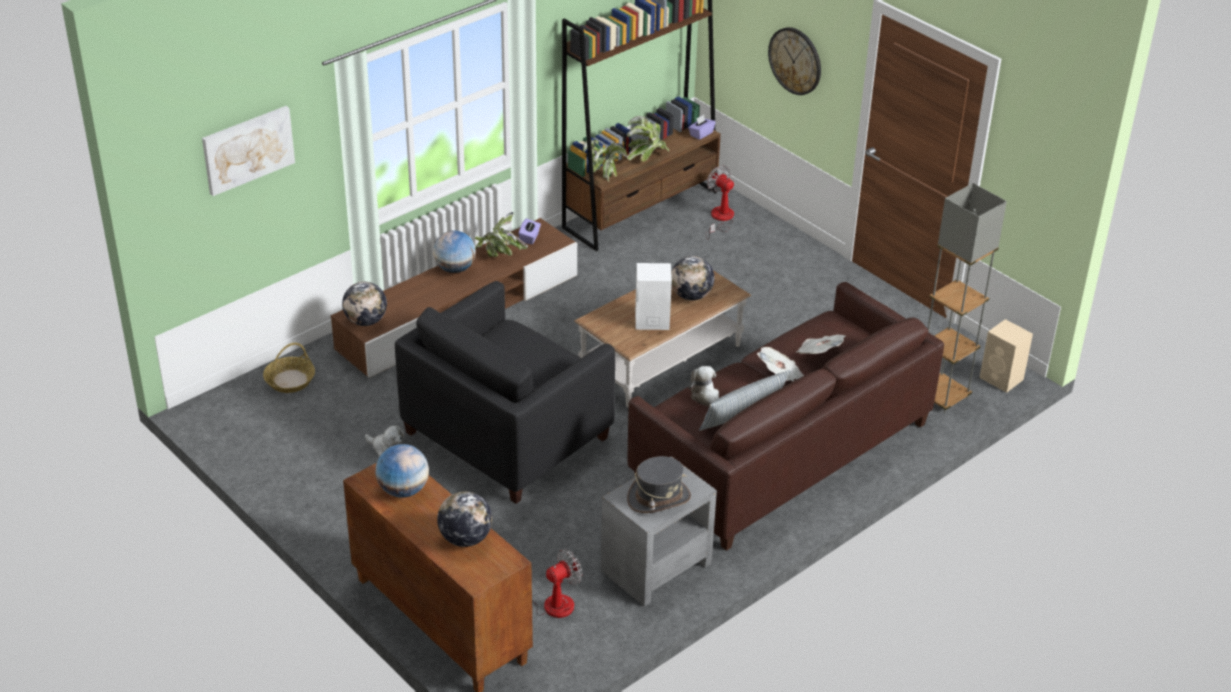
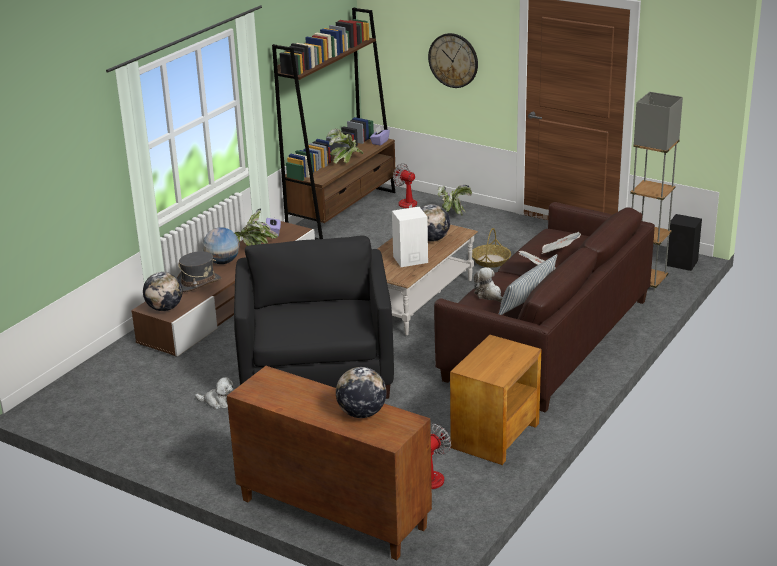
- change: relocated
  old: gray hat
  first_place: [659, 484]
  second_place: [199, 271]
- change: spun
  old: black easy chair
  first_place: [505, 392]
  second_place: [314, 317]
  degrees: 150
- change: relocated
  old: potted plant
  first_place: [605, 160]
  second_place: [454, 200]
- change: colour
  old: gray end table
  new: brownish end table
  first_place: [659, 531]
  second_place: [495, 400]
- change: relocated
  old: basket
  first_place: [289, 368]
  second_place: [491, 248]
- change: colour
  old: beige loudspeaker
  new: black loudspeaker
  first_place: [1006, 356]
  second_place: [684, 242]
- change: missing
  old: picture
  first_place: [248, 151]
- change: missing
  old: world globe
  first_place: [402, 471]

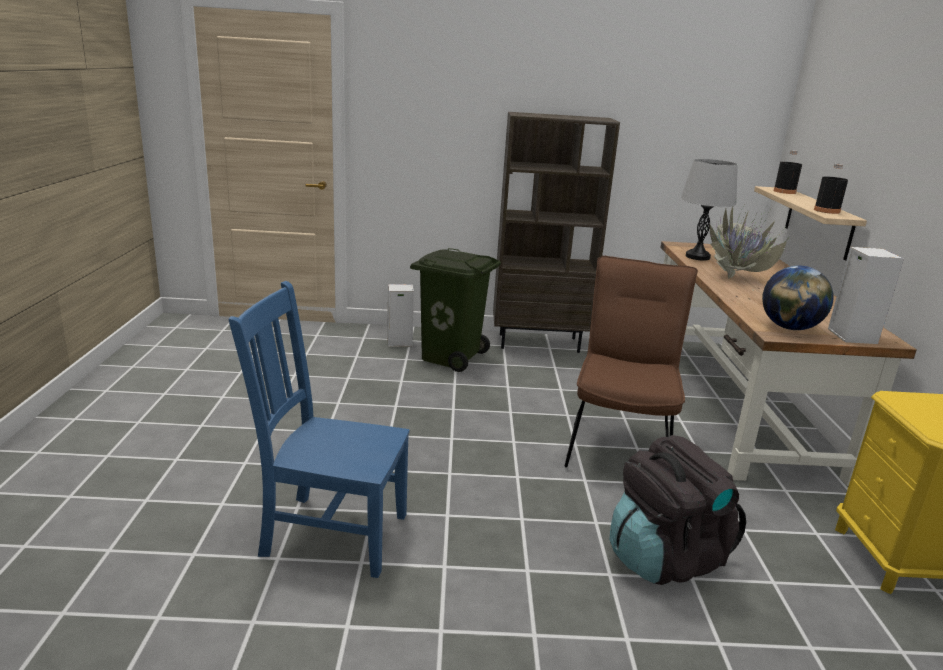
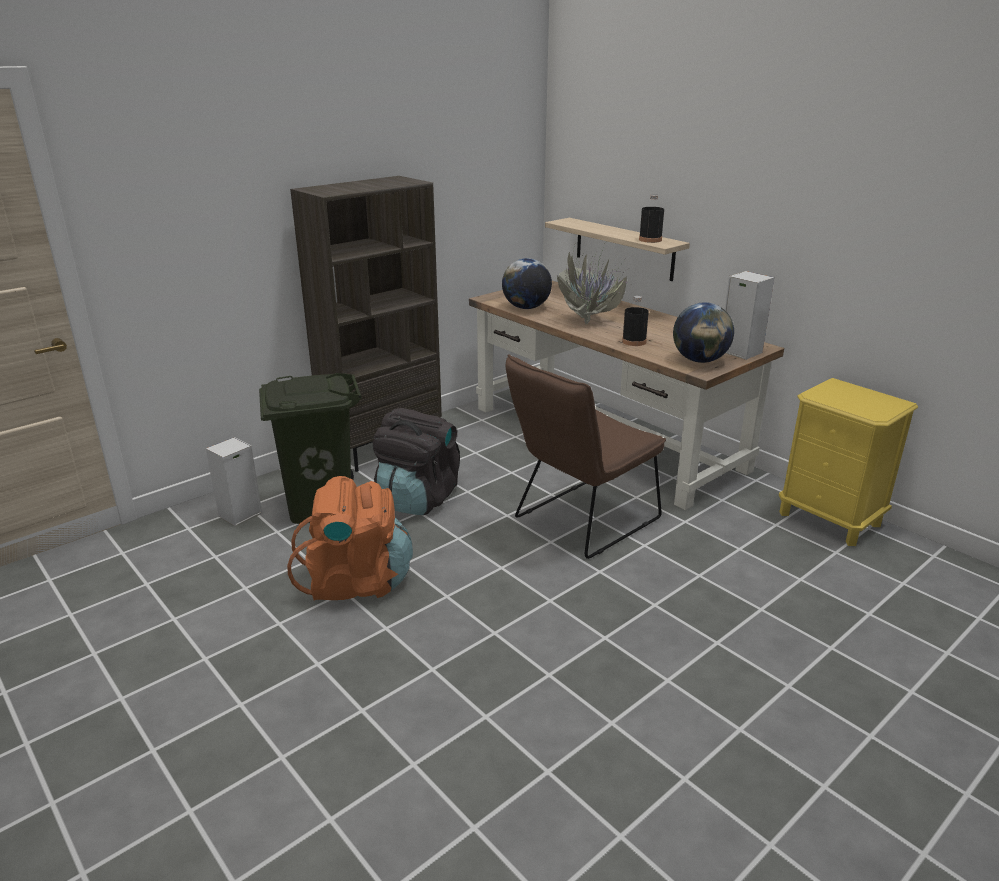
- change: appeared
  new: orange-coloured knapsack
  second_place: [350, 538]
- change: relocated
  old: black knapsack
  first_place: [678, 510]
  second_place: [416, 461]
- change: exchanged
  old: gray lamp for a table
  new: world globe
  first_place: [709, 210]
  second_place: [527, 283]
- change: spun
  old: brownish upright chair
  first_place: [631, 361]
  second_place: [585, 456]
  degrees: -105
- change: relocated
  old: black beverage bottle
  first_place: [788, 172]
  second_place: [635, 321]
- change: missing
  old: blue upright chair
  first_place: [319, 429]

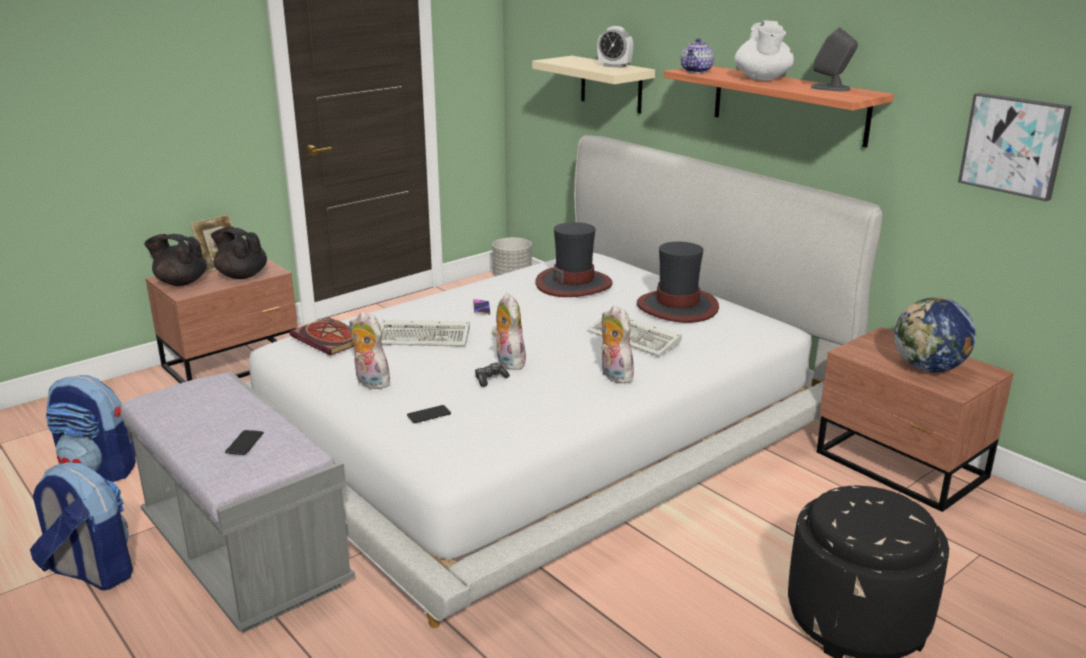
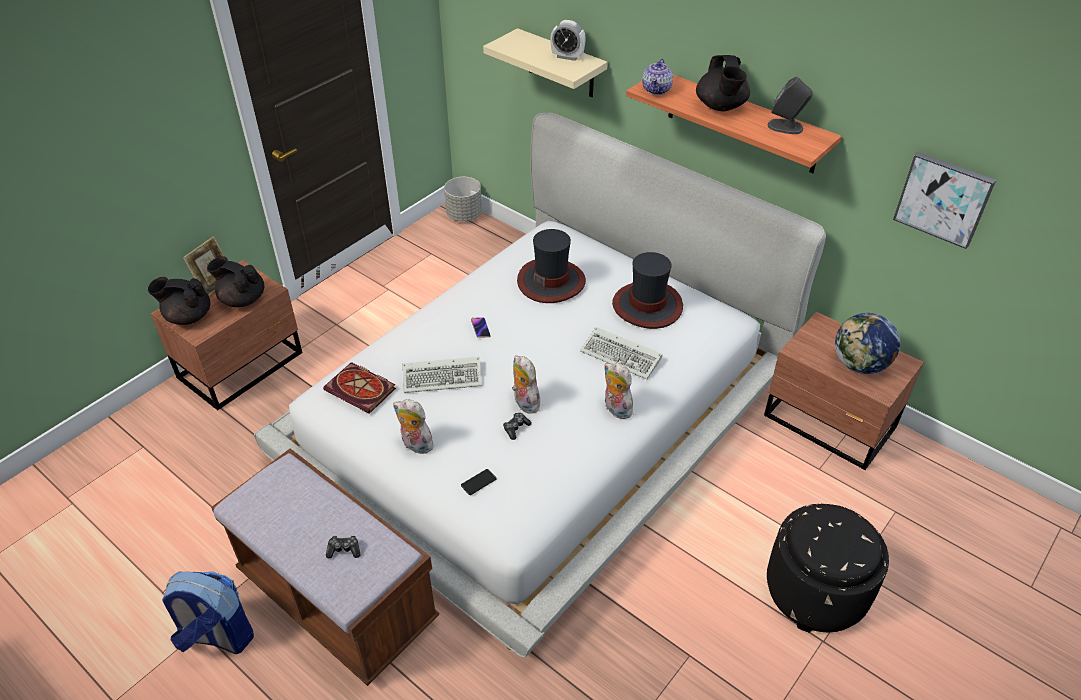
- change: colour
  old: gray long seat
  new: brownish long seat
  first_place: [237, 502]
  second_place: [325, 567]
- change: exchanged
  old: handset
  new: game controller
  first_place: [244, 442]
  second_place: [343, 546]
- change: colour
  old: whitish teapot
  new: black teapot
  first_place: [764, 50]
  second_place: [723, 83]
- change: missing
  old: knapsack
  first_place: [91, 428]

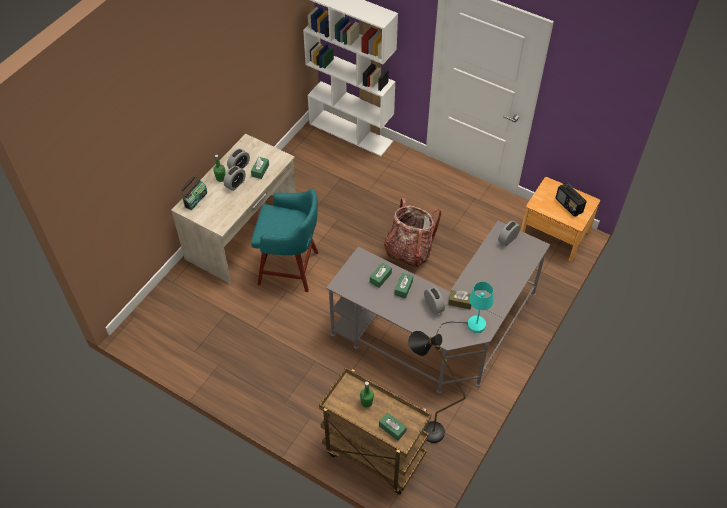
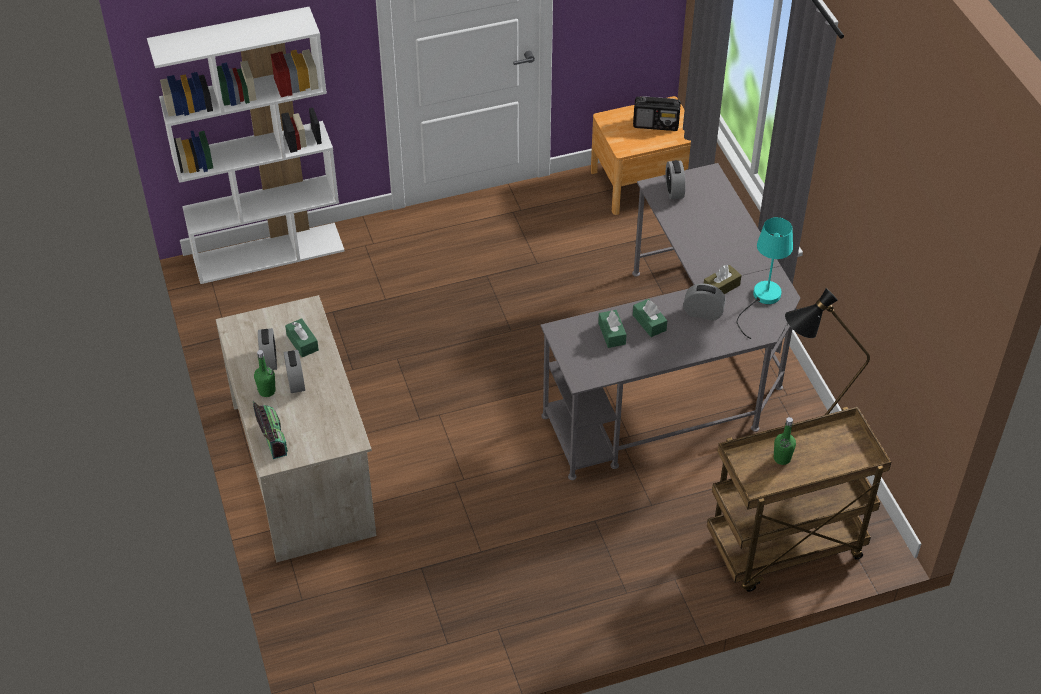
- change: missing
  old: blue-green stool seat
  first_place: [284, 240]
- change: missing
  old: green-coloured box of tissues
  first_place: [393, 426]
- change: missing
  old: knapsack
  first_place: [412, 232]

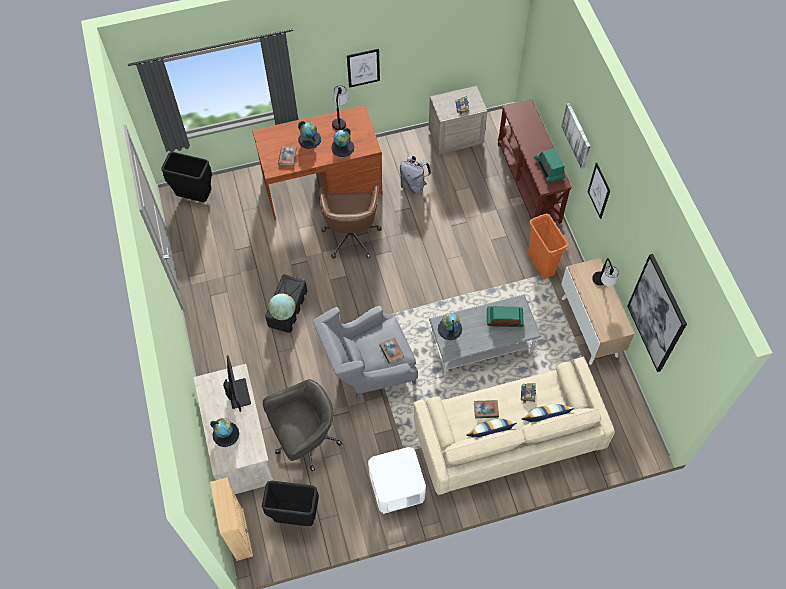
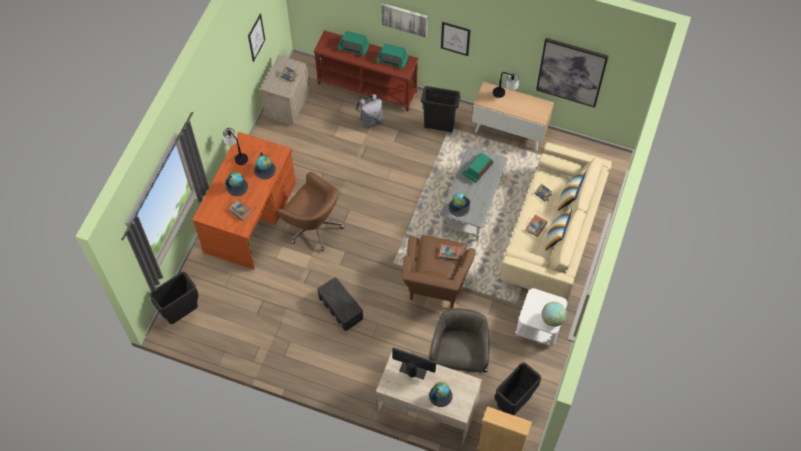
- change: relocated
  old: picture
  first_place: [363, 68]
  second_place: [256, 38]
- change: appeared
  new: radio
  second_place: [353, 43]
- change: relocated
  old: gray knapsack
  first_place: [415, 175]
  second_place: [369, 111]
- change: colour
  old: gray easy chair
  new: brownish easy chair
  first_place: [365, 352]
  second_place: [439, 272]
- change: colour
  old: orange-coloured waste bin
  new: black waste bin
  first_place: [548, 246]
  second_place: [441, 109]
- change: relocated
  old: world globe
  first_place: [281, 307]
  second_place: [554, 314]

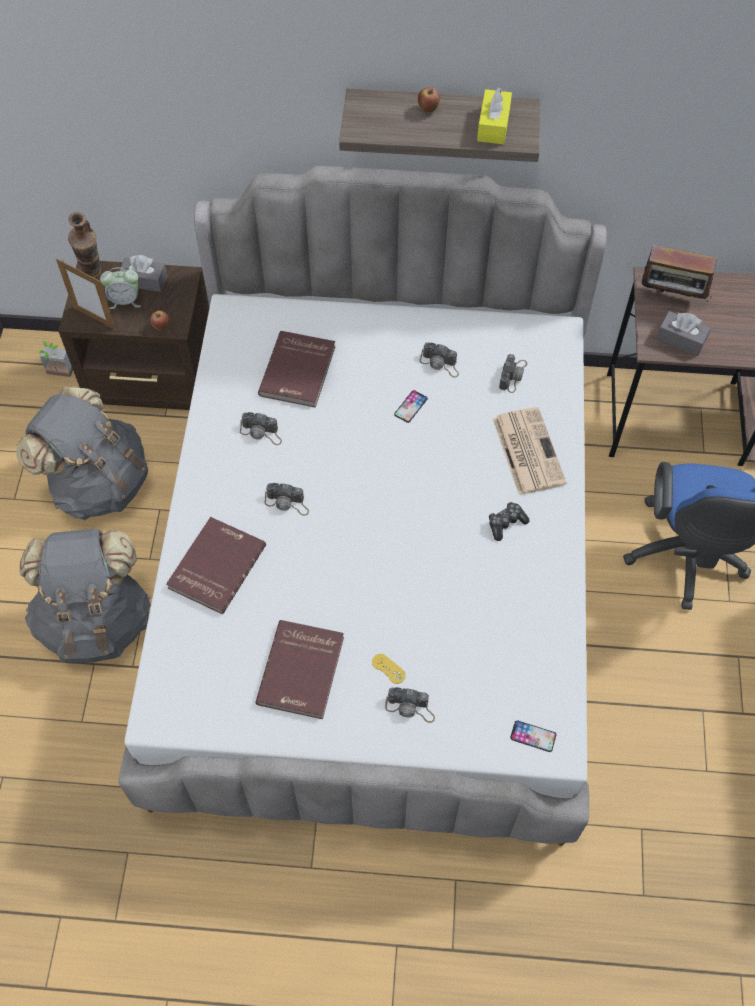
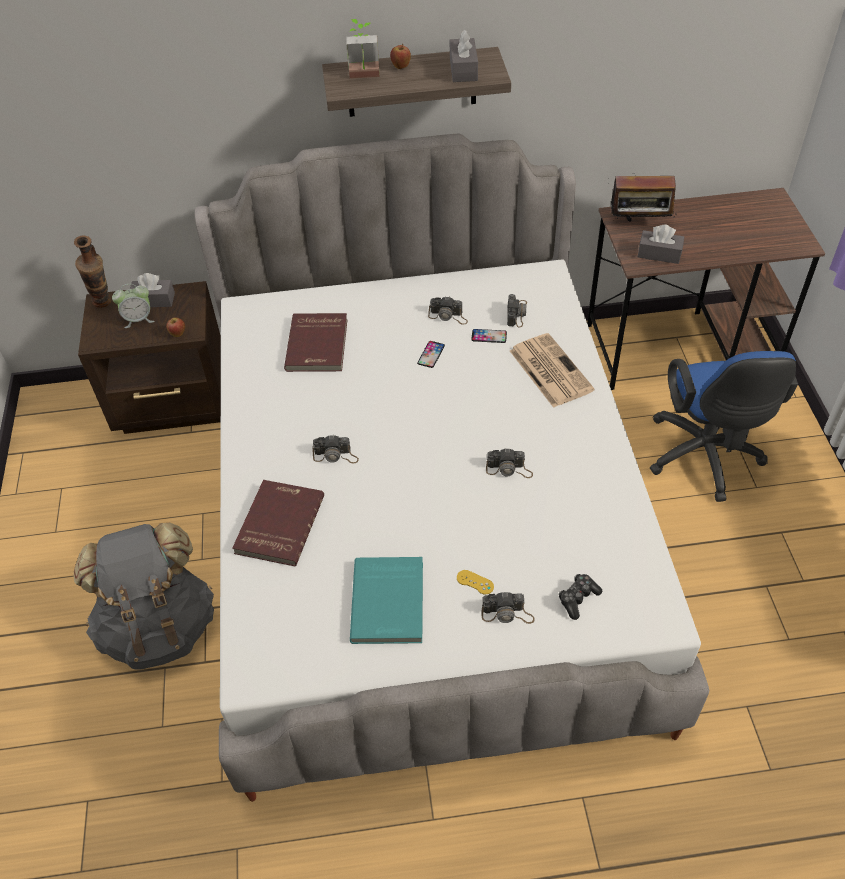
- change: relocated
  old: potted plant
  first_place: [55, 359]
  second_place: [363, 49]
- change: colour
  old: reddish book
  new: blue-green book
  first_place: [299, 669]
  second_place: [386, 600]
- change: colour
  old: yellowish box of tissues
  new: gray box of tissues
  first_place: [494, 115]
  second_place: [464, 56]
- change: relocated
  old: handset
  first_place: [533, 736]
  second_place: [489, 336]
- change: relocated
  old: still camera
  first_place: [261, 428]
  second_place: [509, 463]
- change: relocated
  old: game controller
  first_place: [509, 521]
  second_place: [581, 597]
- change: missing
  old: gray knapsack
  first_place: [82, 453]
- change: missing
  old: picture frame
  first_place: [85, 293]

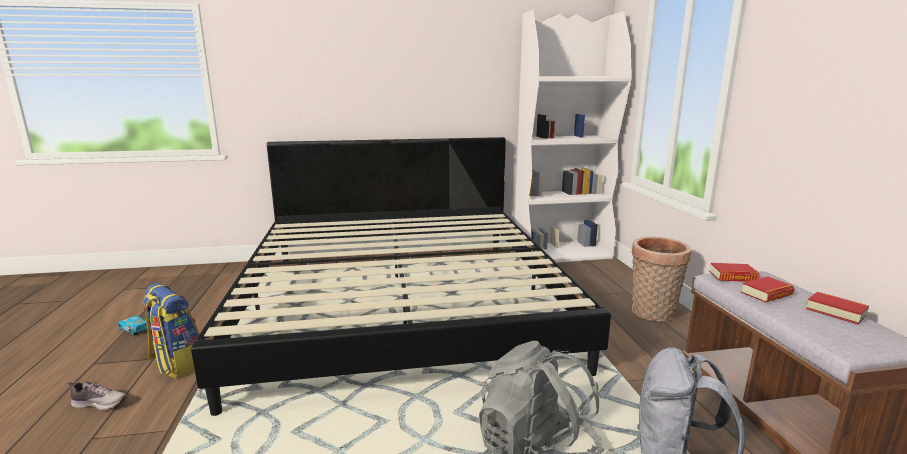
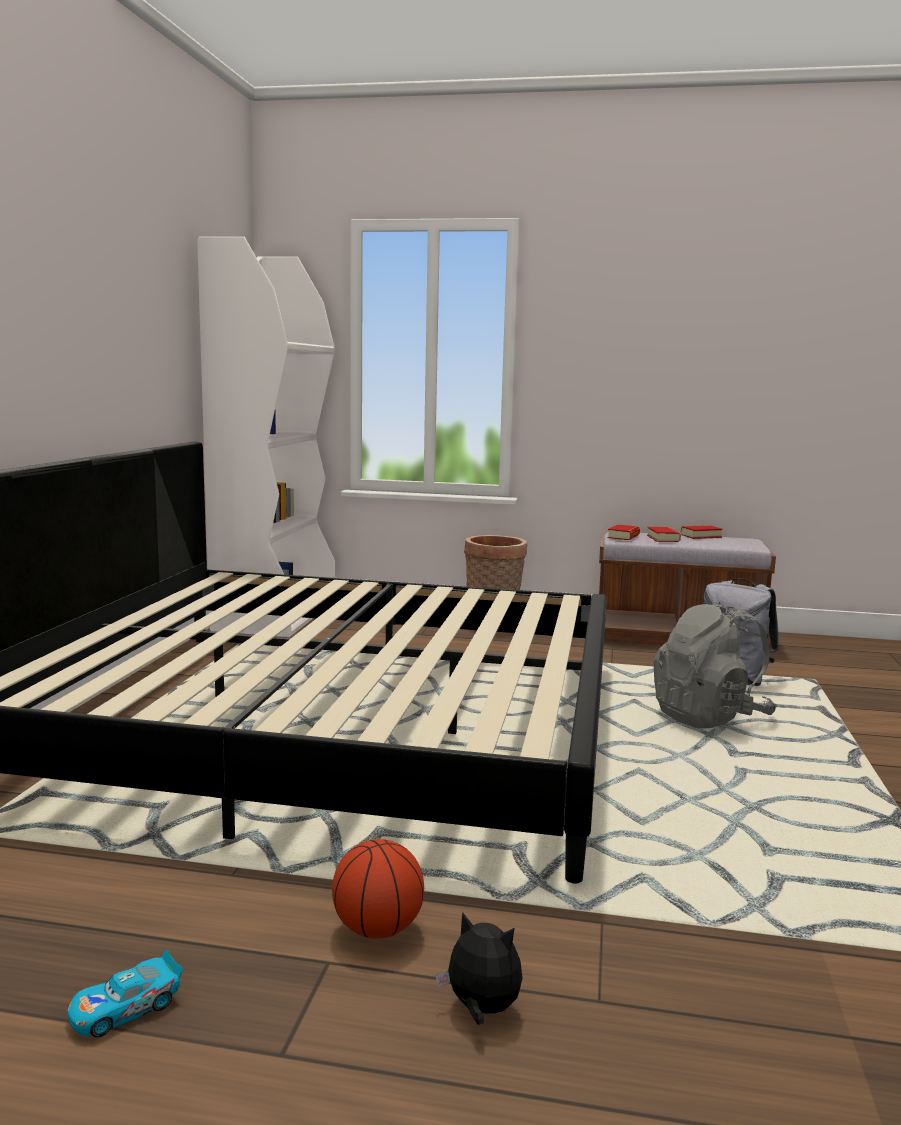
- change: exchanged
  old: knapsack
  new: basketball ball
  first_place: [171, 331]
  second_place: [378, 889]
- change: exchanged
  old: low shoe
  new: cuddly toy
  first_place: [97, 395]
  second_place: [478, 968]

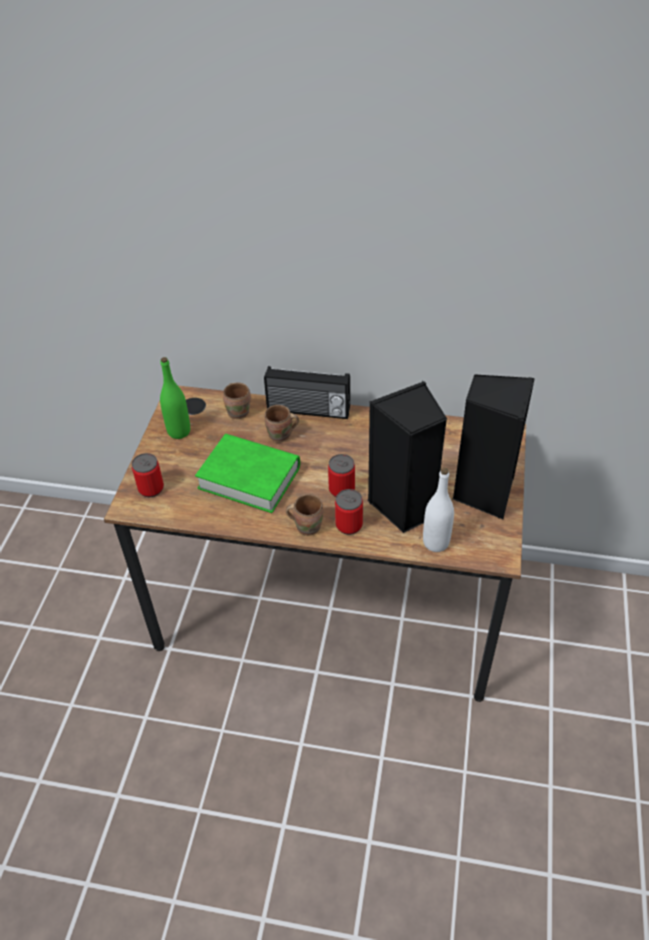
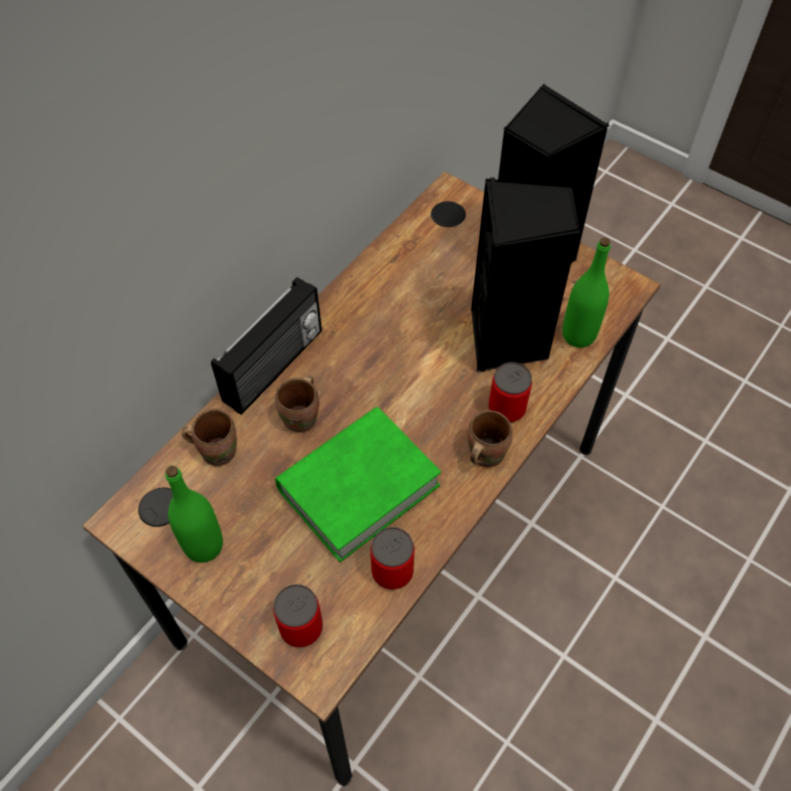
- change: relocated
  old: can
  first_place: [341, 475]
  second_place: [392, 558]
- change: colour
  old: whitish beverage bottle
  new: green-coloured beverage bottle
  first_place: [438, 510]
  second_place: [586, 293]

